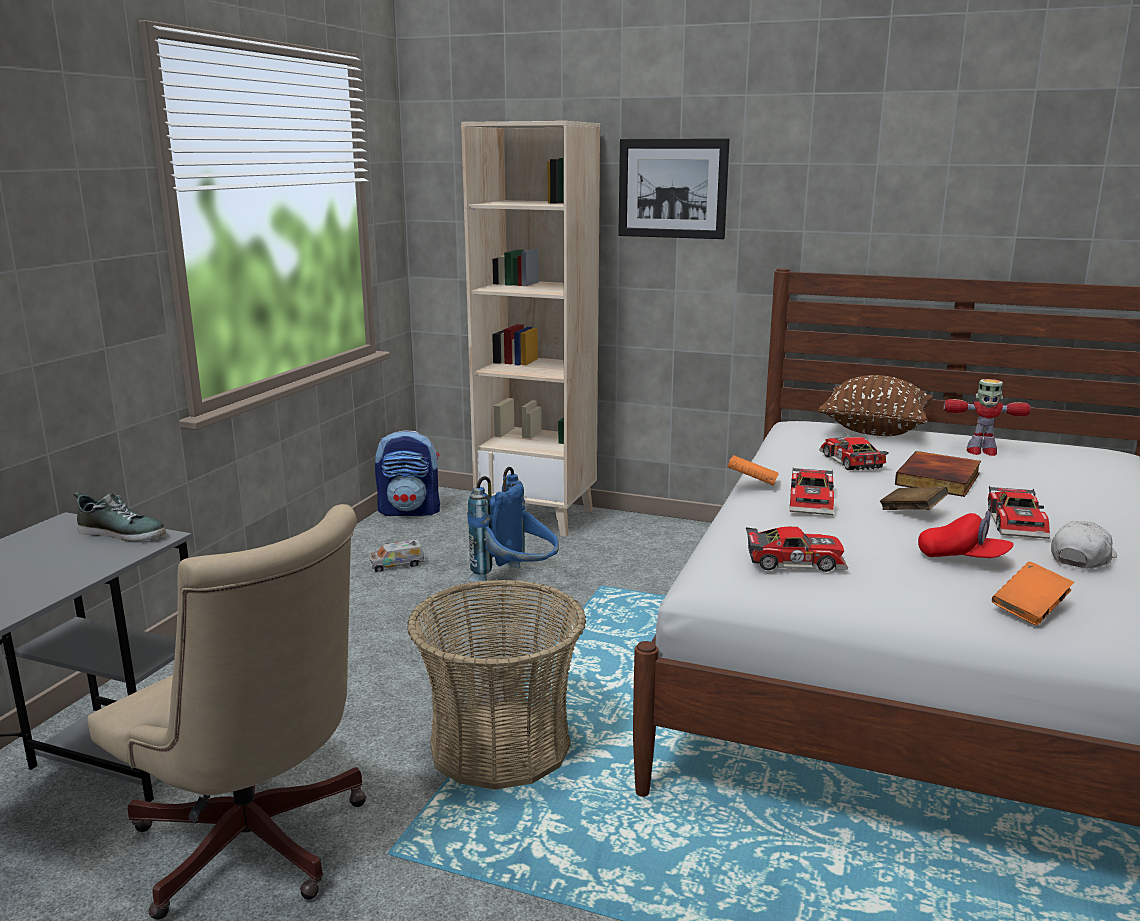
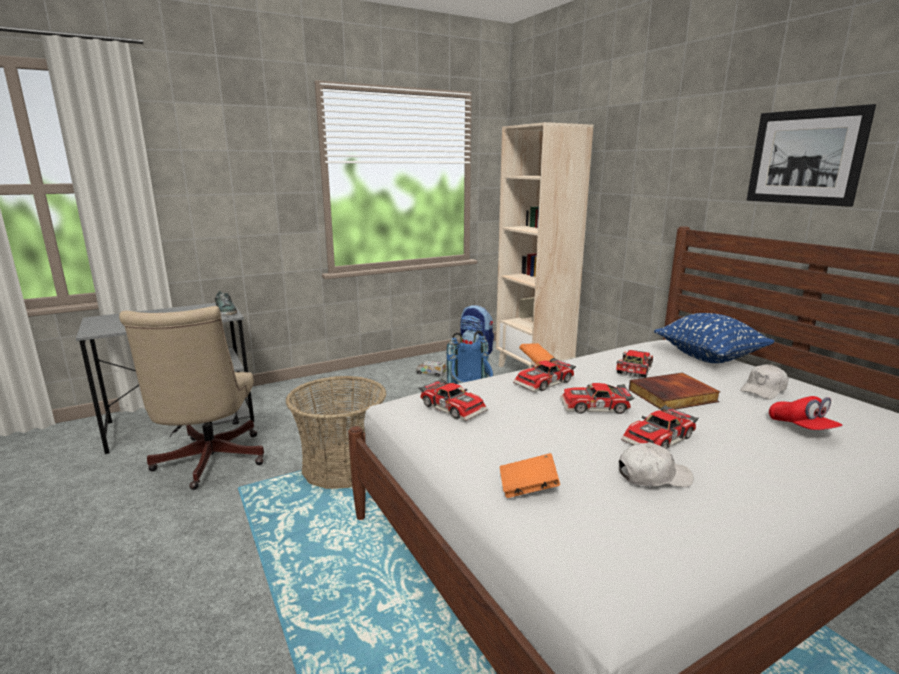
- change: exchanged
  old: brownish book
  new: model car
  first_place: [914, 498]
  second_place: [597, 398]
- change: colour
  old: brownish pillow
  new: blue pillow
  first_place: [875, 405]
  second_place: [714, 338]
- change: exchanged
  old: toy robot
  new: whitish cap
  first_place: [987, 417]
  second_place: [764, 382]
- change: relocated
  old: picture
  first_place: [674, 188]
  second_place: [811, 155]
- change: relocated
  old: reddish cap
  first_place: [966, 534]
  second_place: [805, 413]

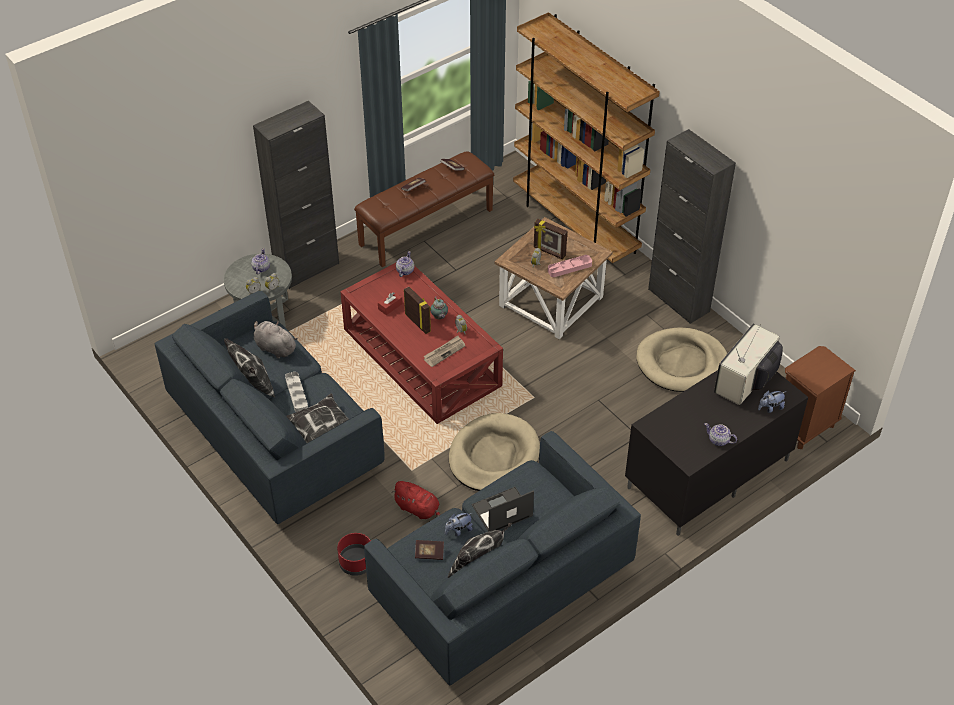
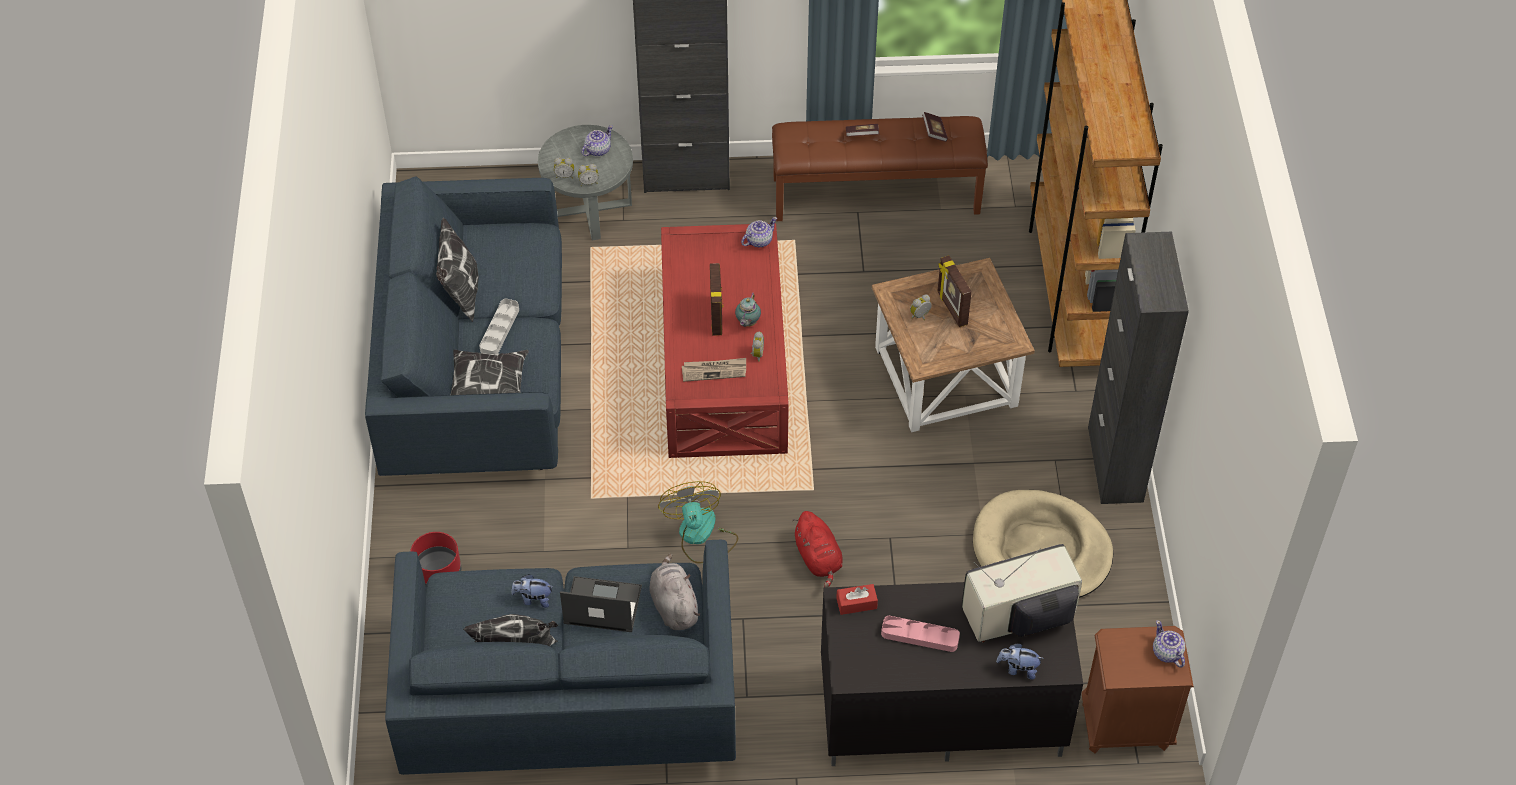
- change: relocated
  old: gray cuddly toy
  first_place: [276, 340]
  second_place: [674, 592]
- change: exchanged
  old: beige dog cushion
  new: fan
  first_place: [494, 452]
  second_place: [698, 522]
- change: relocated
  old: reddish cuddly toy
  first_place: [415, 500]
  second_place: [817, 549]
- change: relocated
  old: reddish box of tissues
  first_place: [390, 303]
  second_place: [857, 599]
- change: relocated
  old: pinkish carrying tray
  first_place: [570, 266]
  second_place: [920, 634]
- change: relocated
  old: teapot
  first_place: [721, 434]
  second_place: [1169, 644]
- change: missing
  old: book
  first_place: [429, 550]

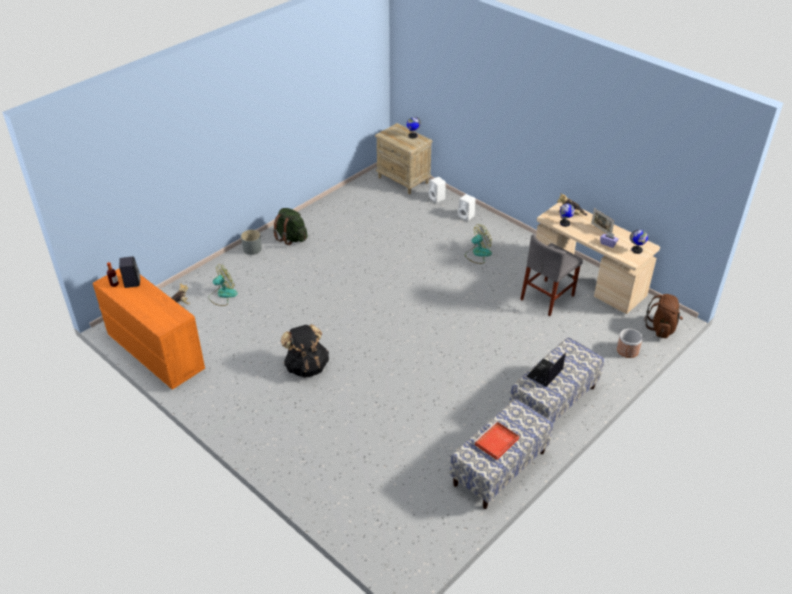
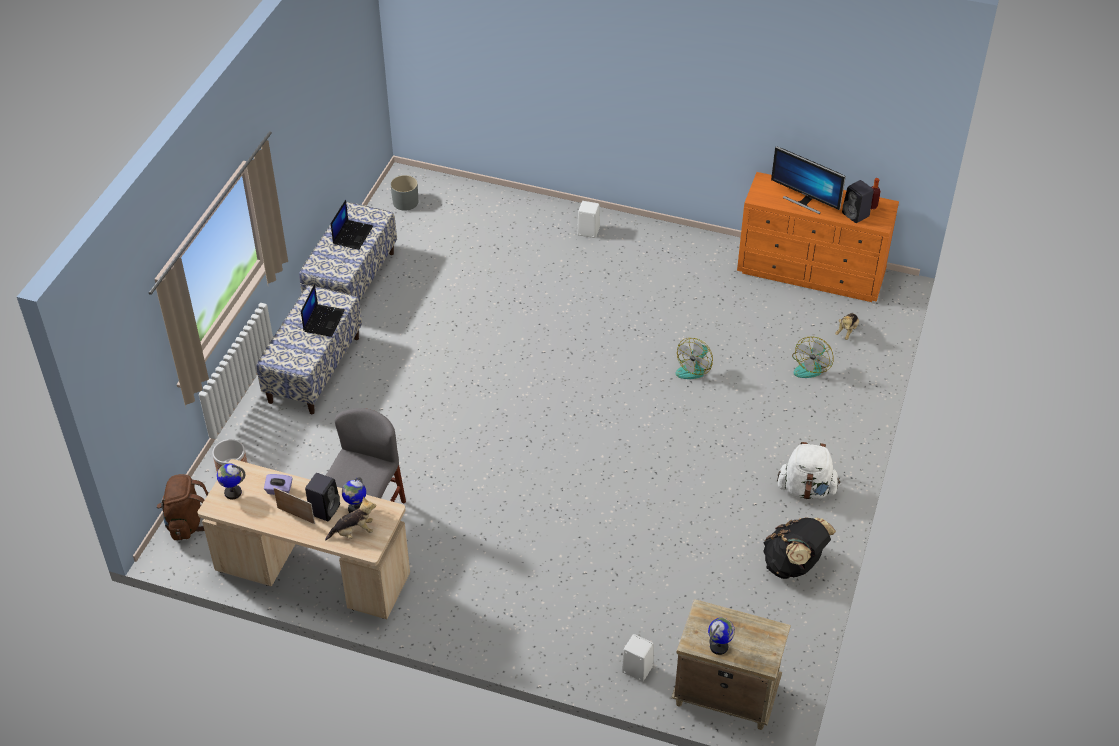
- change: appeared
  new: black loudspeaker
  second_place: [322, 497]
- change: exchanged
  old: reddish carrying tray
  new: portable computer
  first_place: [496, 440]
  second_place: [352, 225]
- change: relocated
  old: gray planter
  first_place: [251, 242]
  second_place: [404, 193]
- change: relocated
  old: whitish loudspeaker
  first_place: [466, 207]
  second_place: [588, 219]
- change: relocated
  old: fan
  first_place: [478, 244]
  second_place: [694, 358]
- change: relocated
  old: black knapsack
  first_place: [305, 351]
  second_place: [800, 548]
- change: appeared
  new: computer display
  second_place: [808, 180]
- change: colour
  old: green-coloured knapsack
  new: whitish knapsack
  first_place: [290, 226]
  second_place: [808, 470]

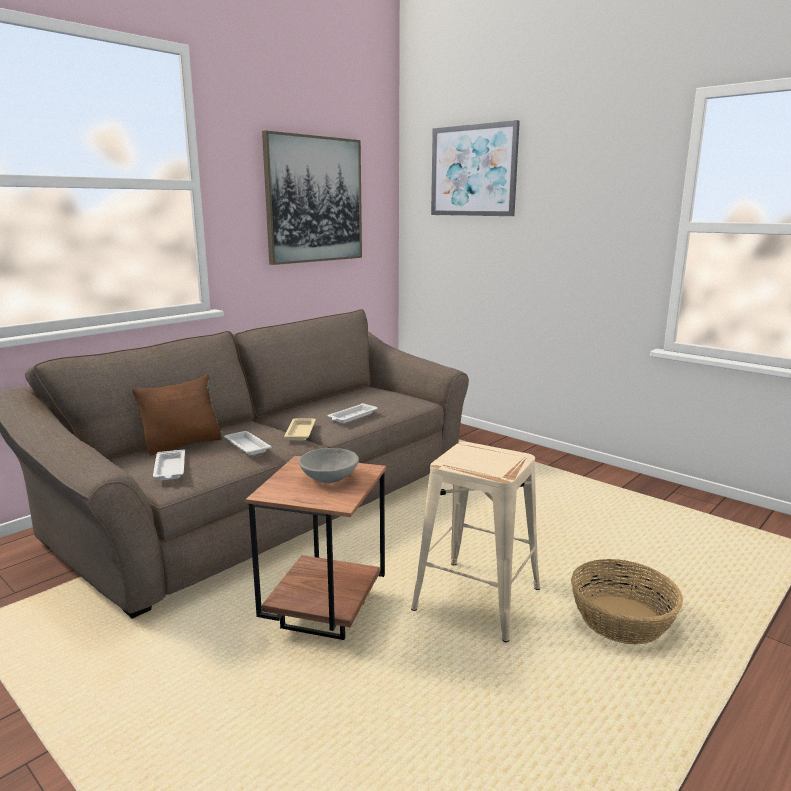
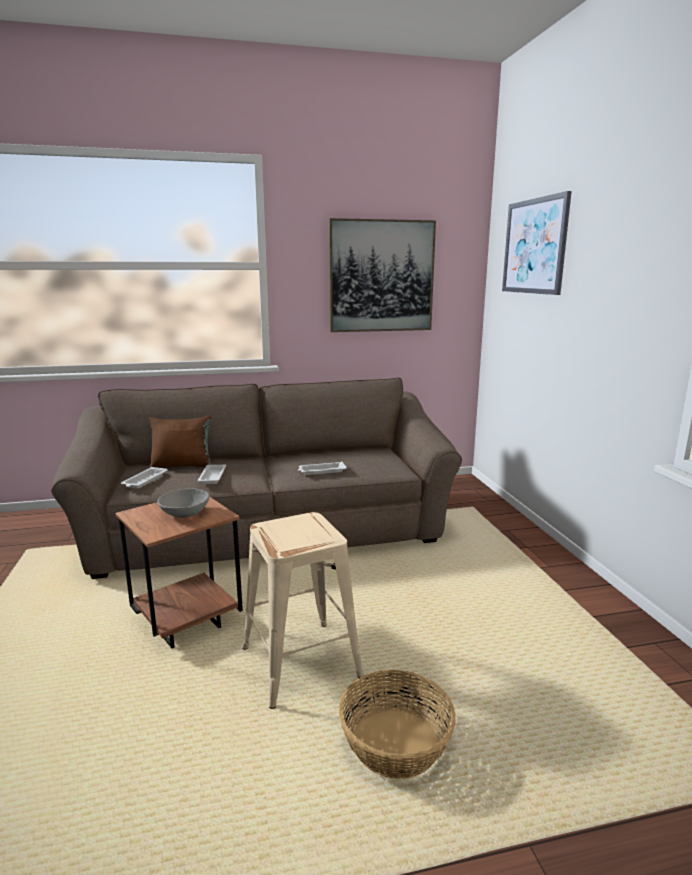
- change: missing
  old: beige carrying tray
  first_place: [300, 429]

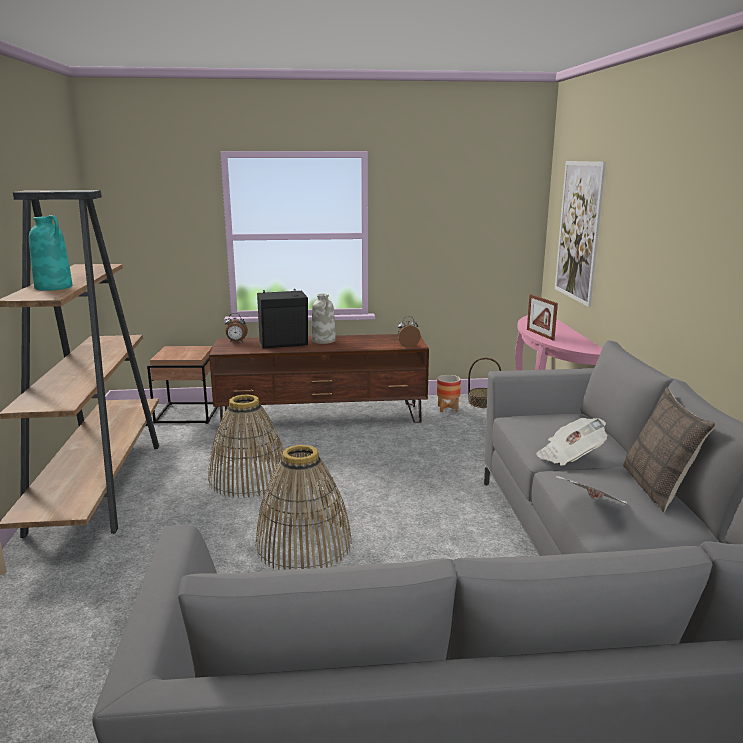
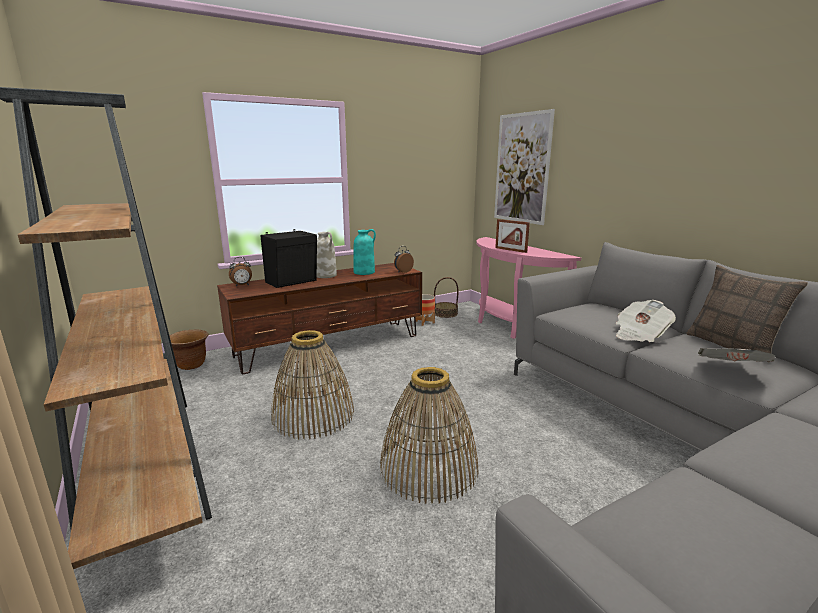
- change: exchanged
  old: brownish end table
  new: brownish planter
  first_place: [182, 385]
  second_place: [189, 349]
- change: relocated
  old: blue-green flower vase
  first_place: [50, 253]
  second_place: [364, 252]

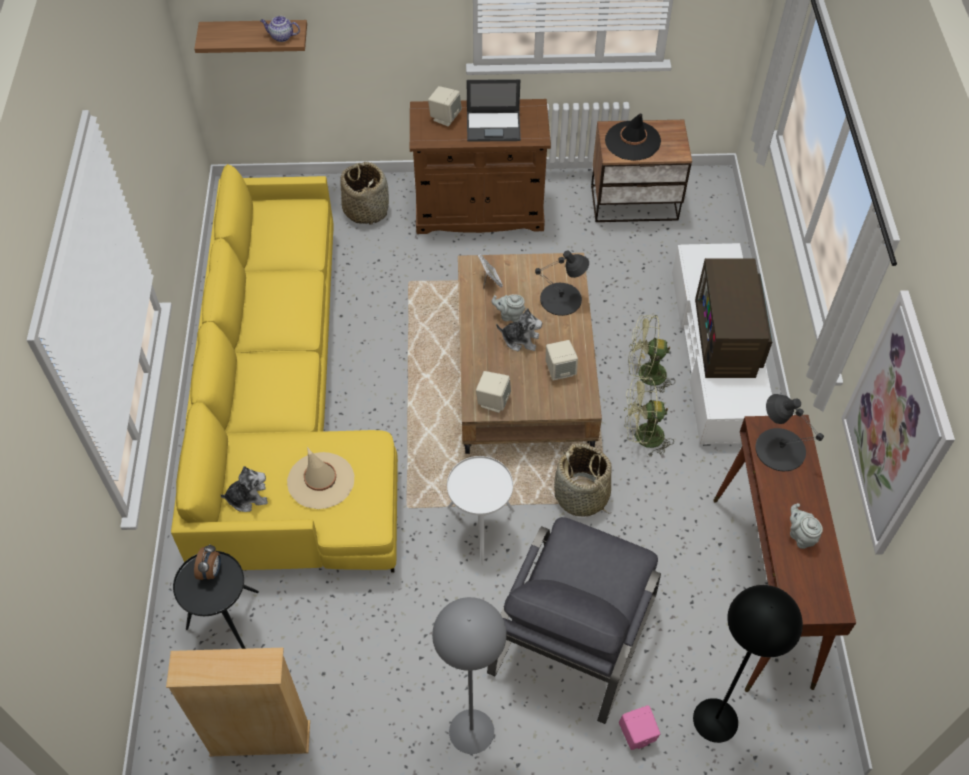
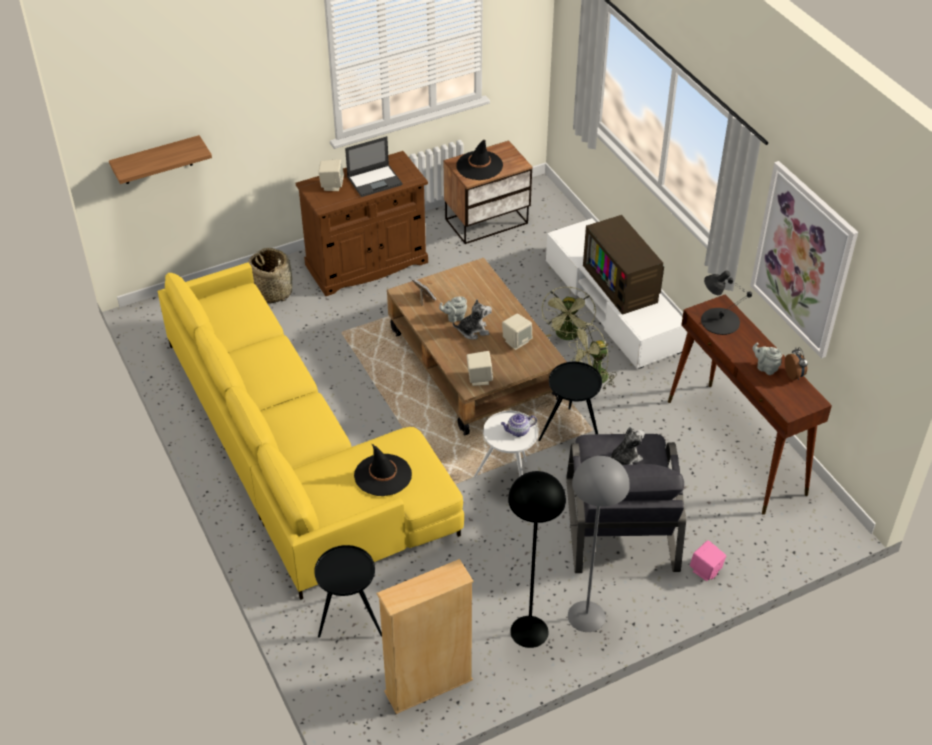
- change: colour
  old: beige hat
  new: black hat
  first_place: [320, 478]
  second_place: [383, 470]
- change: relocated
  old: teapot
  first_place: [280, 29]
  second_place: [519, 425]
- change: relocated
  old: black floor lamp
  first_place: [748, 664]
  second_place: [537, 559]
- change: exchanged
  old: basket
  new: black end table
  first_place: [583, 480]
  second_place: [570, 401]
- change: spun
  old: green-coloured fan
  first_place: [651, 354]
  second_place: [569, 313]
  degrees: -60
- change: relocated
  old: cuddly toy
  first_place: [244, 489]
  second_place: [627, 446]
- change: relocated
  old: table clock
  first_place: [207, 562]
  second_place: [796, 363]
- change: missing
  old: black lamp for a table
  first_place: [562, 283]

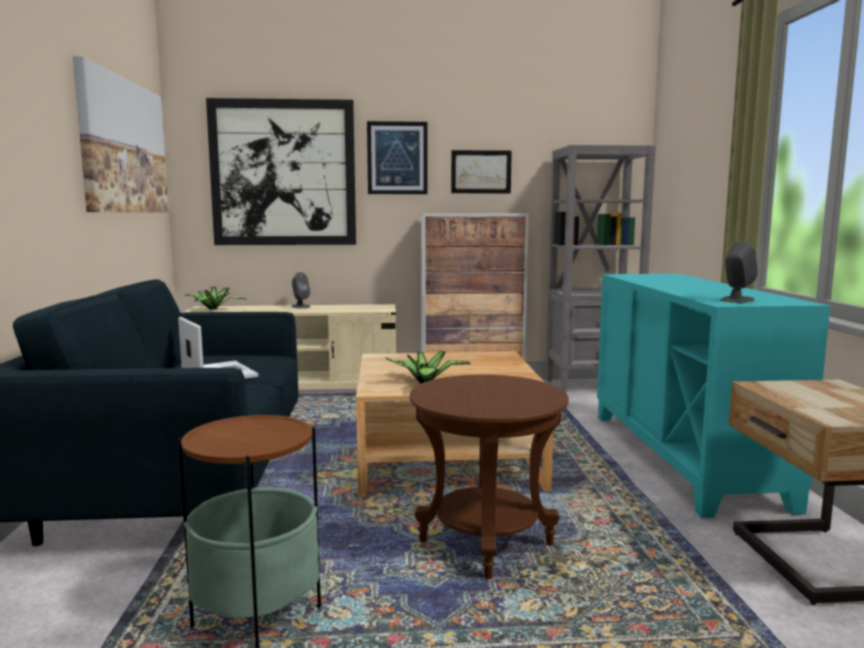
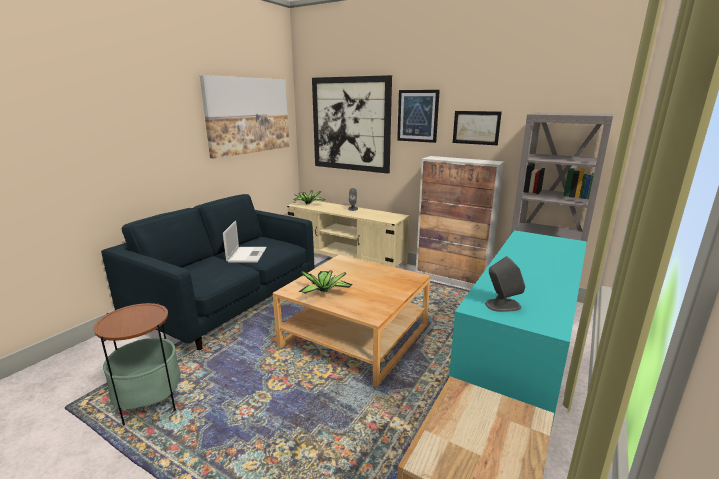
- change: missing
  old: brownish end table
  first_place: [489, 476]

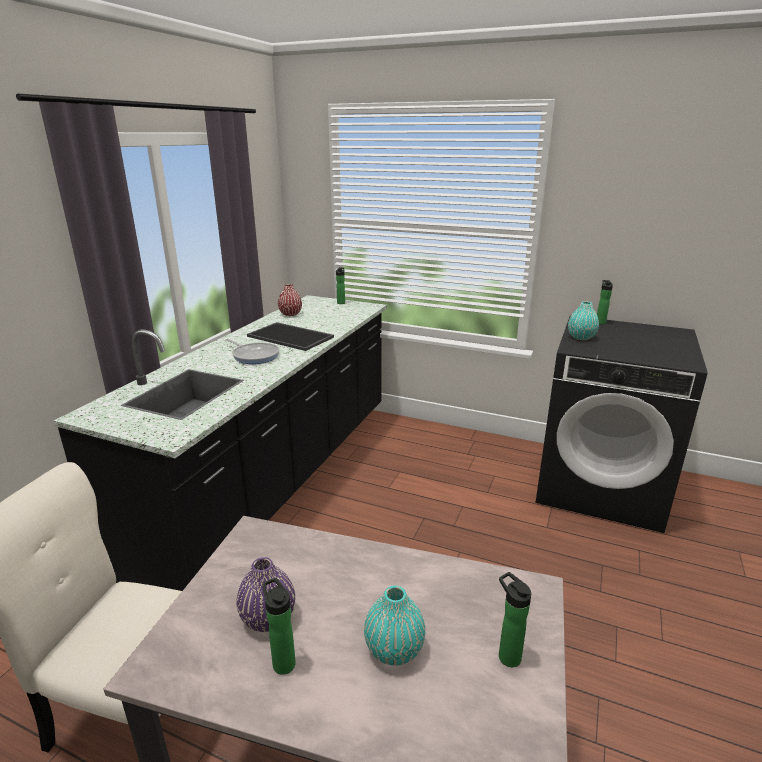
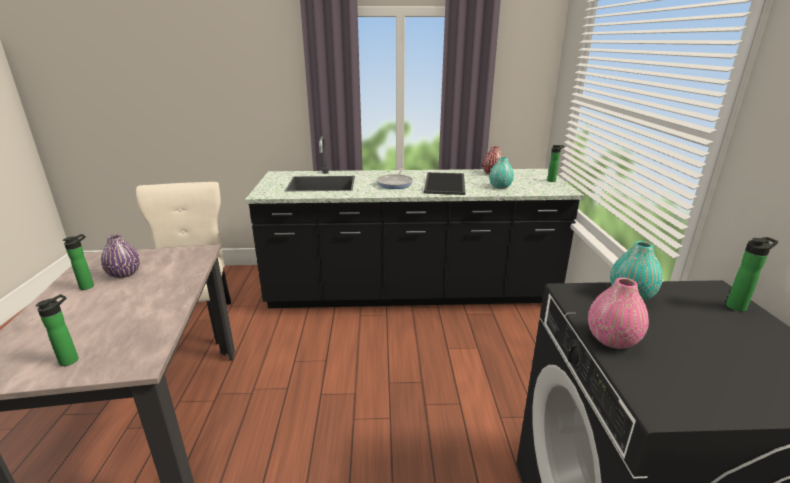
- change: relocated
  old: blue-green flower vase
  first_place: [395, 625]
  second_place: [501, 173]
- change: appeared
  new: pinkish flower vase
  second_place: [618, 313]

